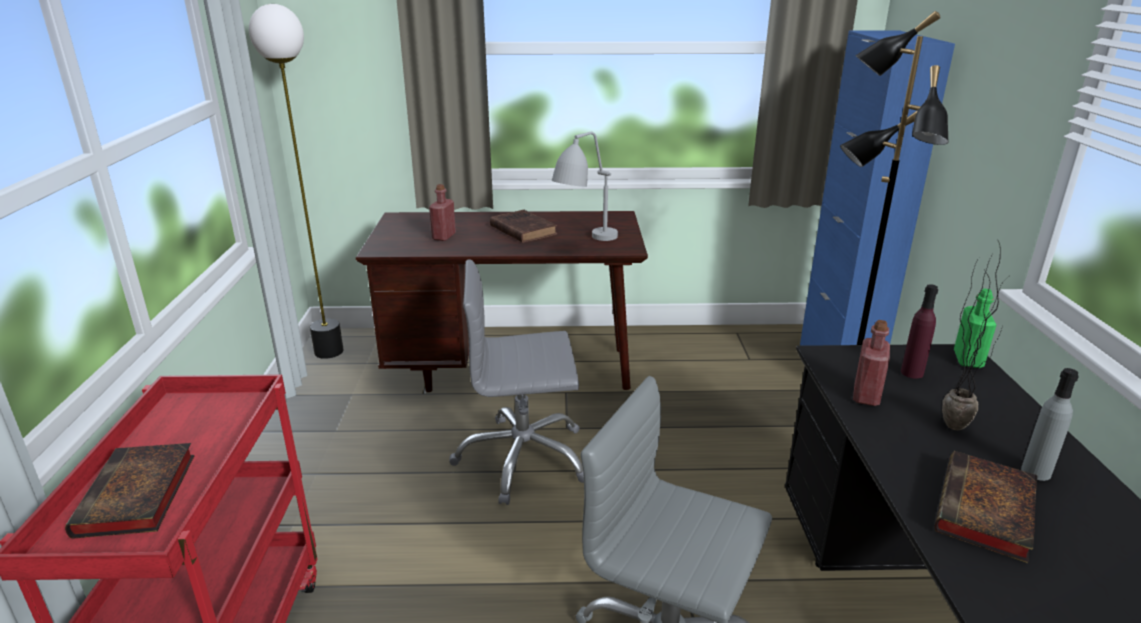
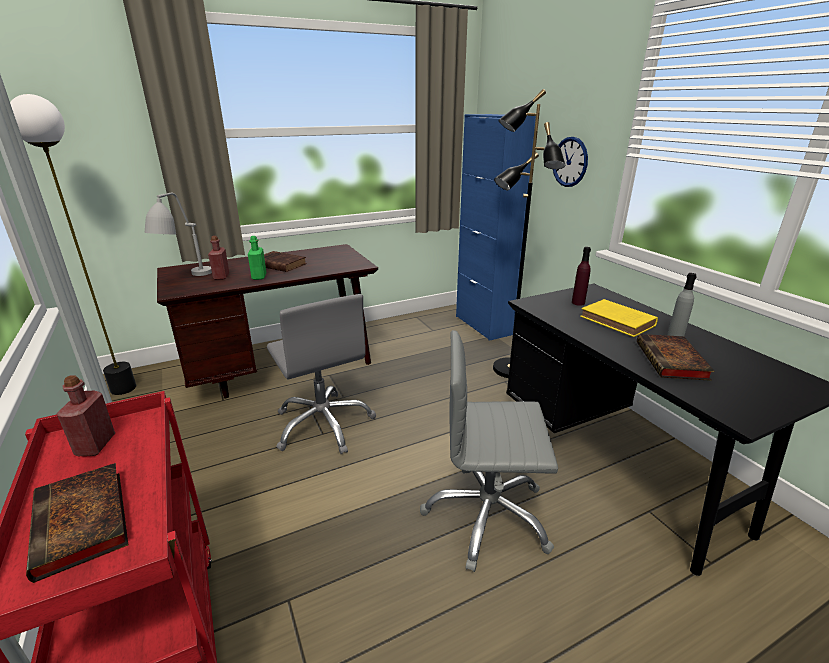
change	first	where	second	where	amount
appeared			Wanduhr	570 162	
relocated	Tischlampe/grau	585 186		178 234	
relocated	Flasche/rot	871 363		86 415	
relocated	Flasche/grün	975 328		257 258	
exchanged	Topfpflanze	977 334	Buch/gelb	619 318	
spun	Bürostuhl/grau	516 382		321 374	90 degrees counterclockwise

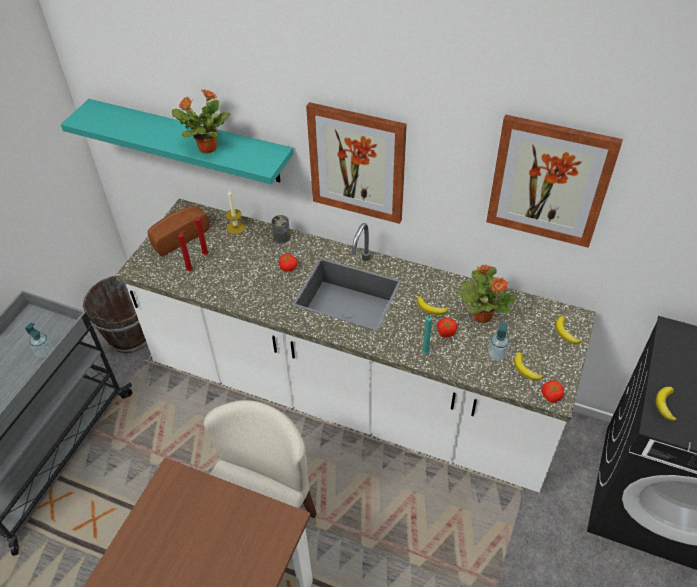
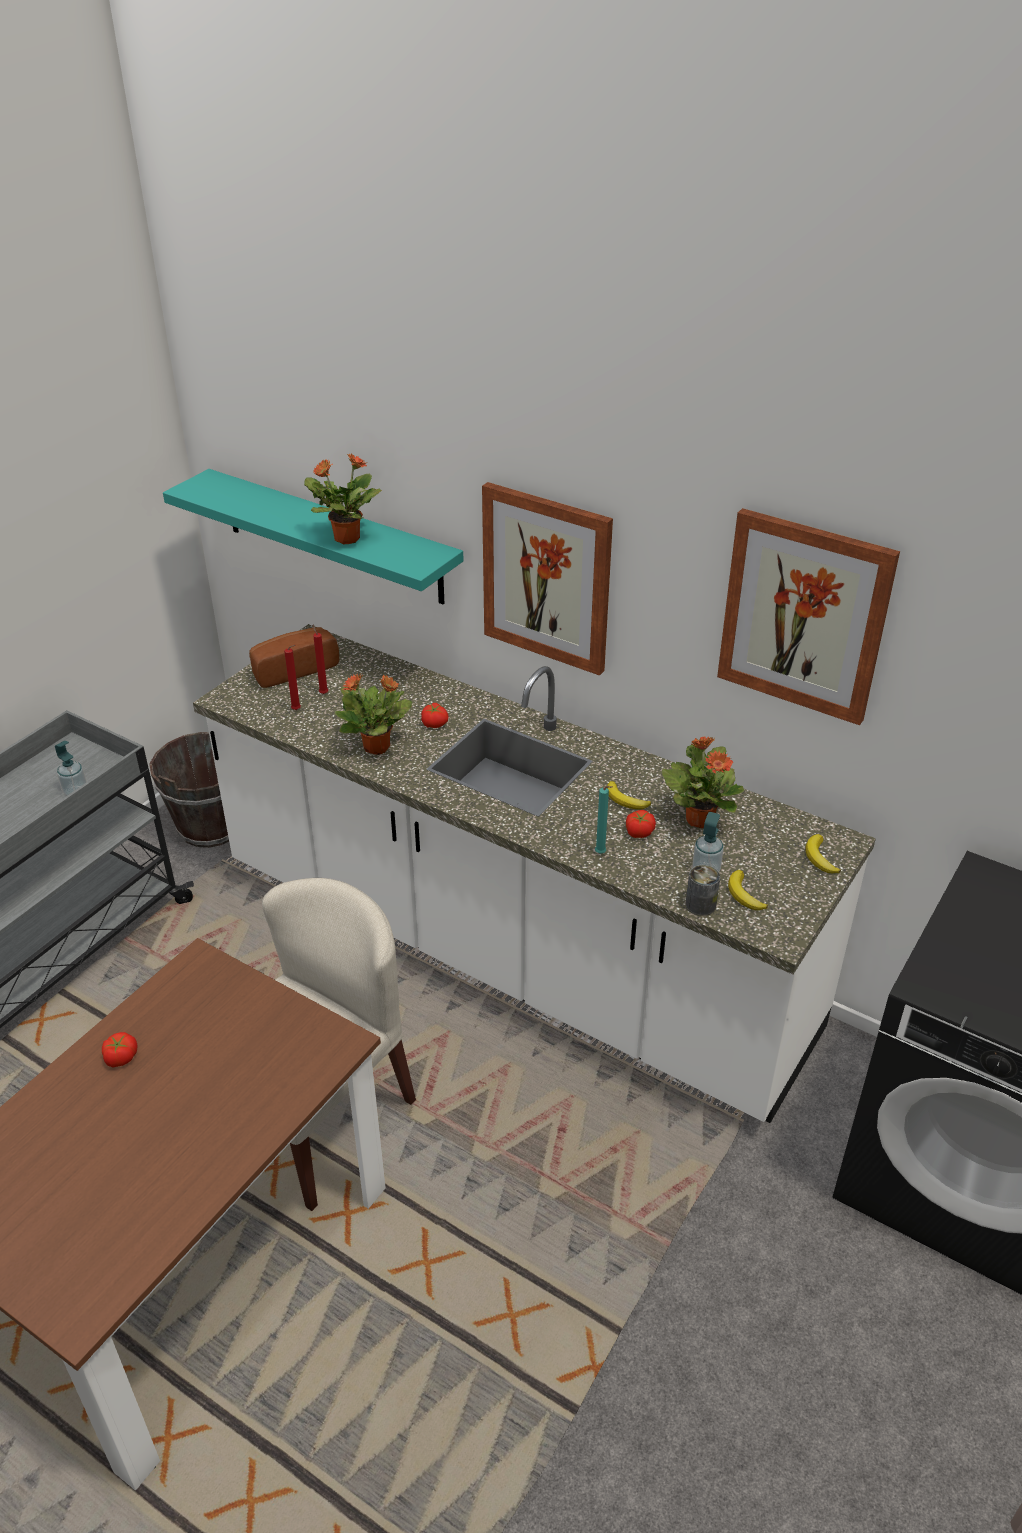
change	first	where	second	where	amount
missing	Kerze	235 212			
missing	Banane	666 404			
appeared			Topfpflanze	373 714	
relocated	Dose	280 229		703 890	
relocated	Tomate	552 391		119 1049	

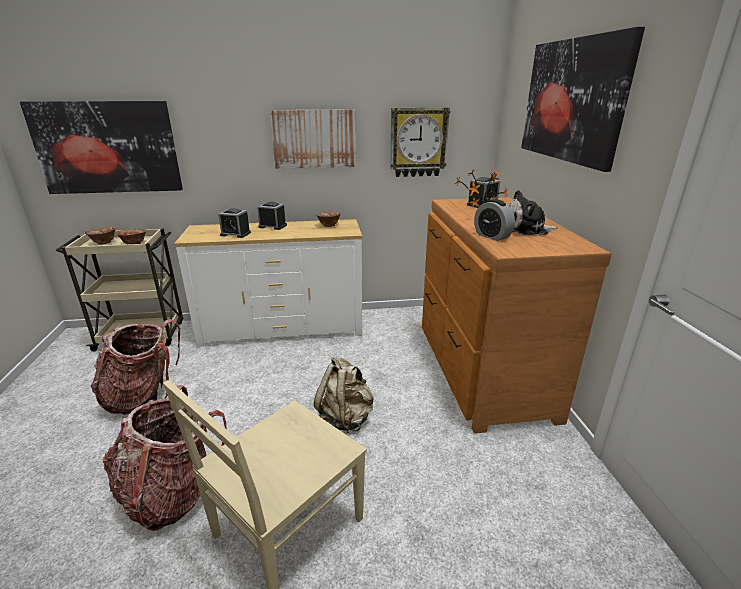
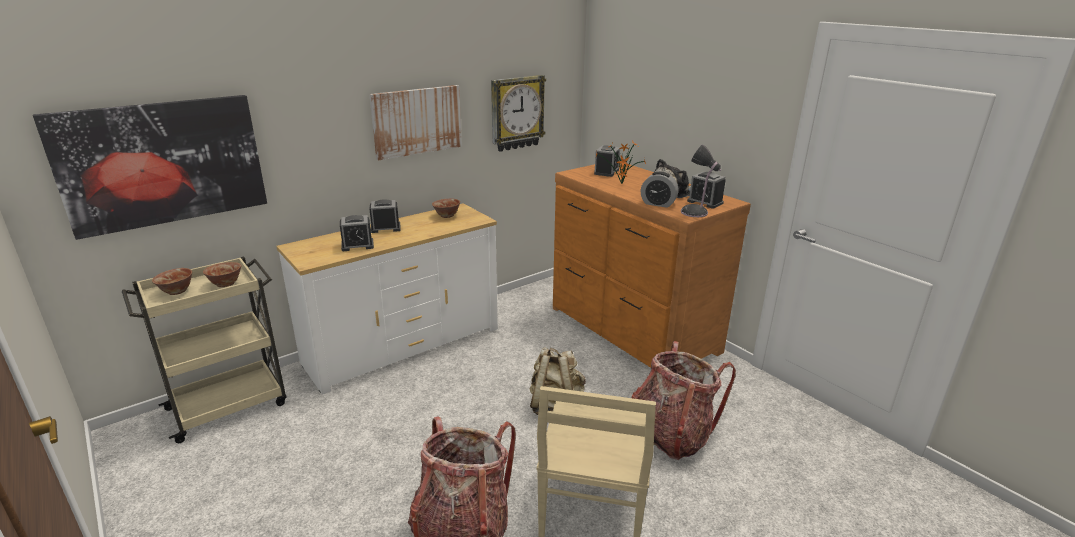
change	first	where	second	where	amount
missing	Bild	583 99			
appeared			Tischlampe	701 180	
appeared			Wecker	706 190	
relocated	Rucksack	135 367		684 400	

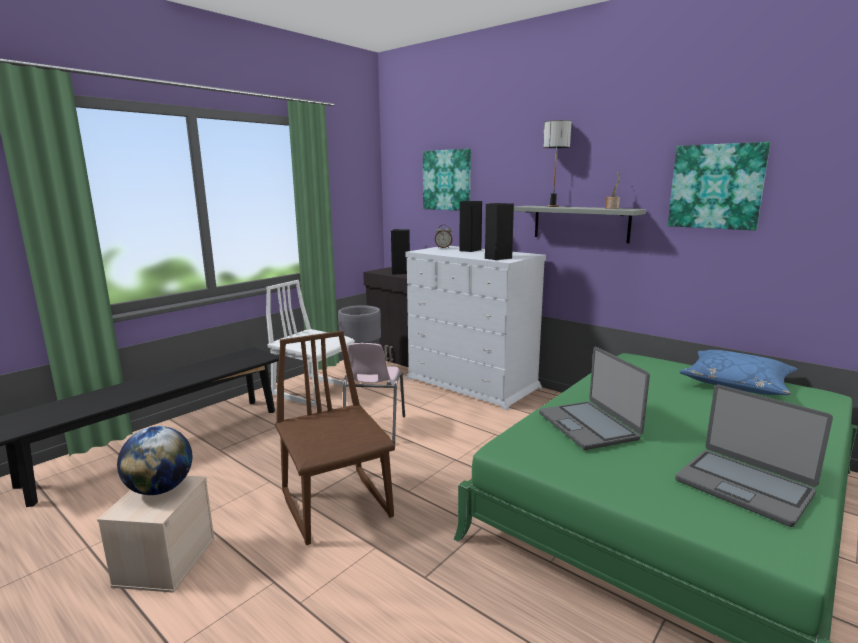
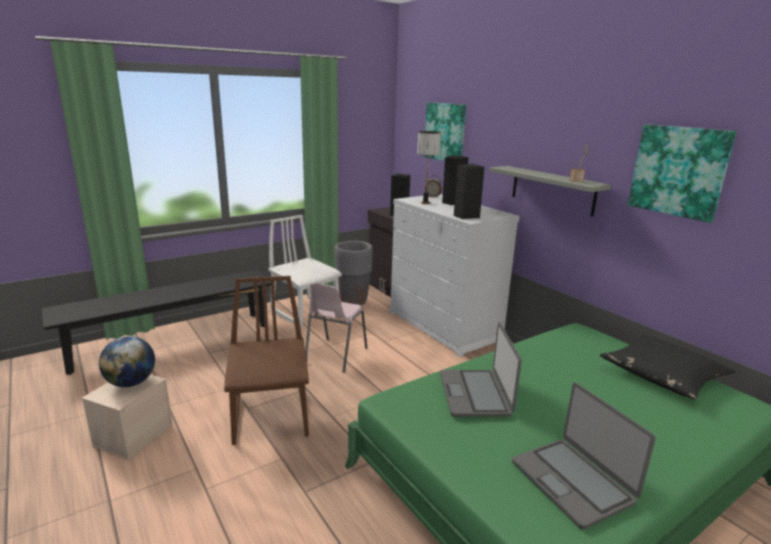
change	first	where	second	where	amount
relocated	Tischlampe	557 163		429 167	
colour	Kissen/blau	738 372	Kissen/schwarz	667 367	

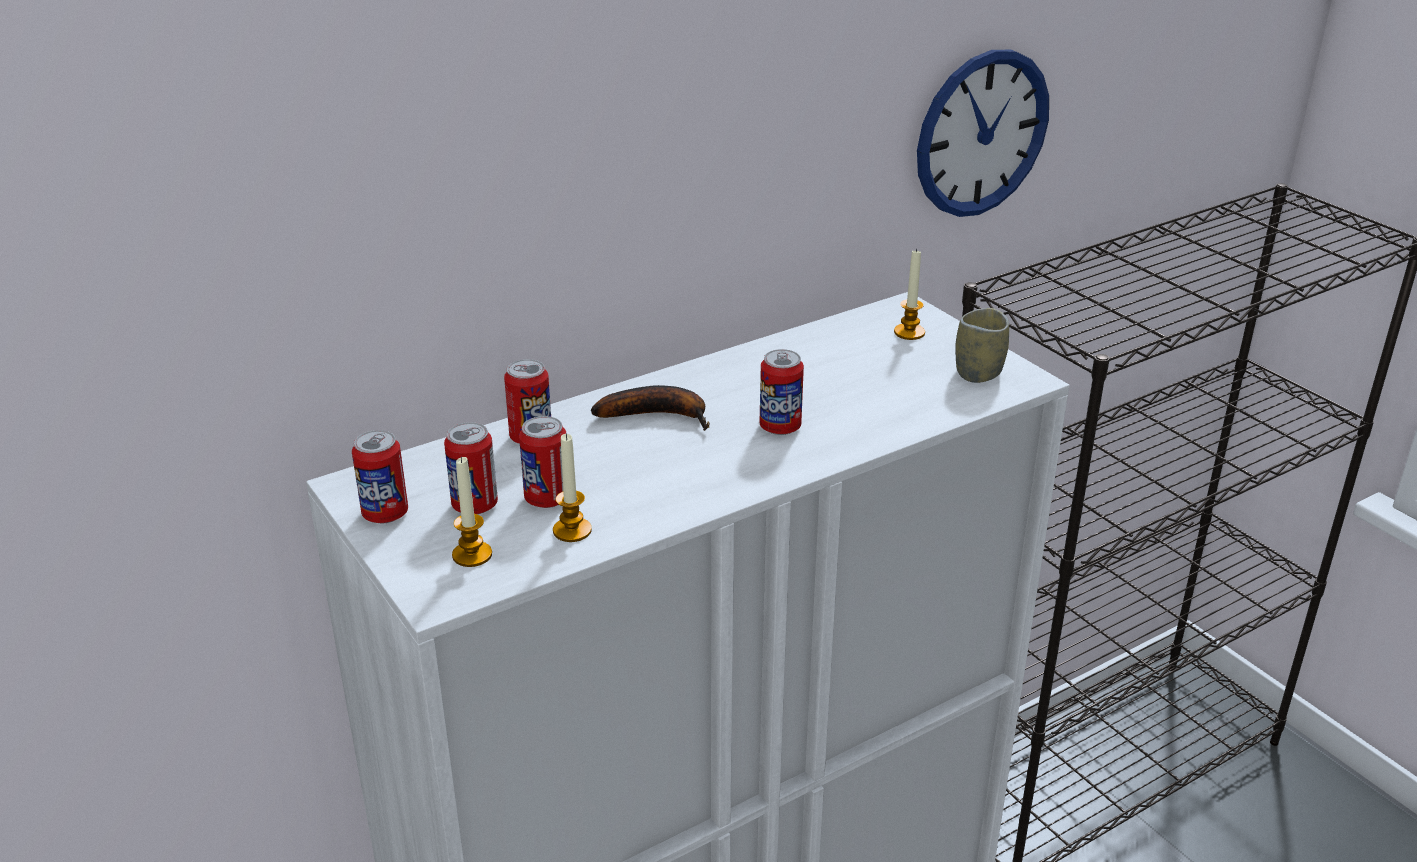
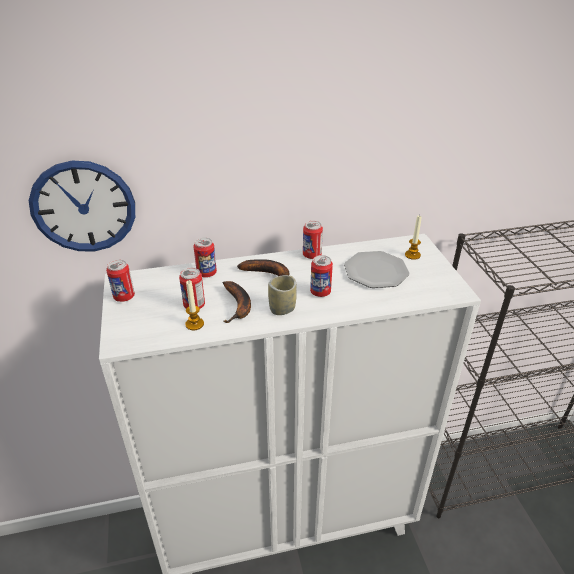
change	first	where	second	where	amount
missing	Kerze	472 511			
appeared			Banane	237 302	
appeared			Teller	377 269	
relocated	Dose	471 468		313 240	
relocated	Wanduhr	983 133		82 206	
relocated	Tasse	982 345		282 295	

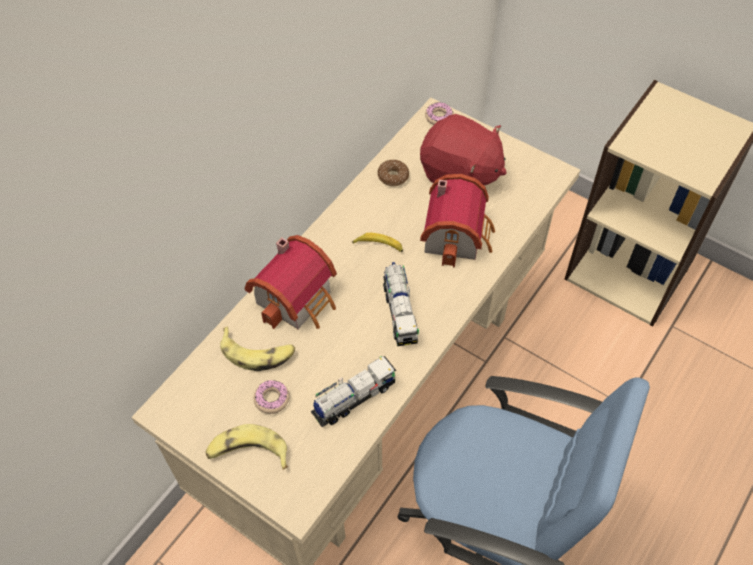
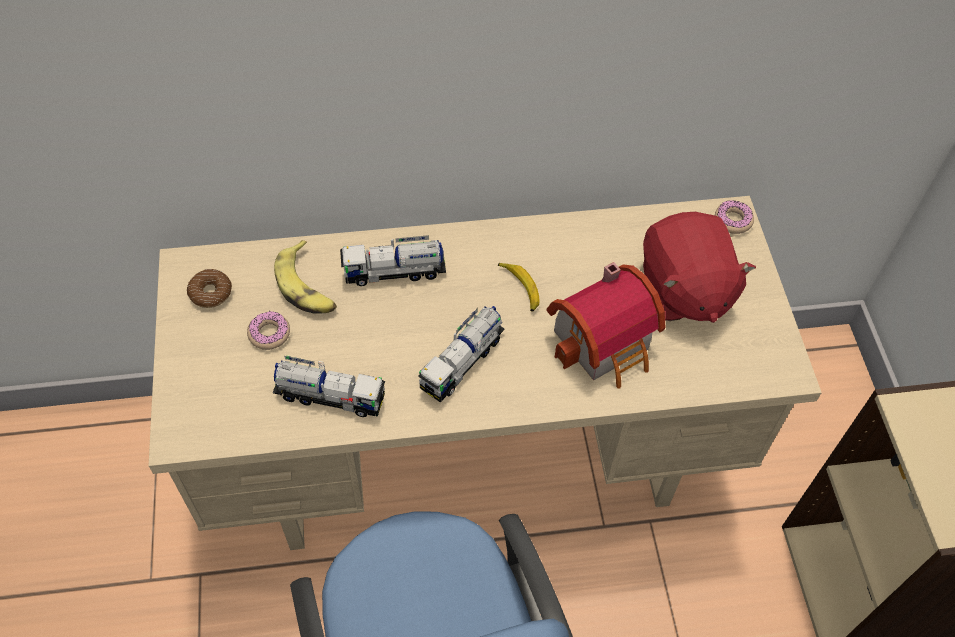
change	first	where	second	where	amount
missing	Banane	247 447			
relocated	Donut	393 173		209 288	
exchanged	Spielzeughaus	290 282	Spielzeuglaster	393 260	

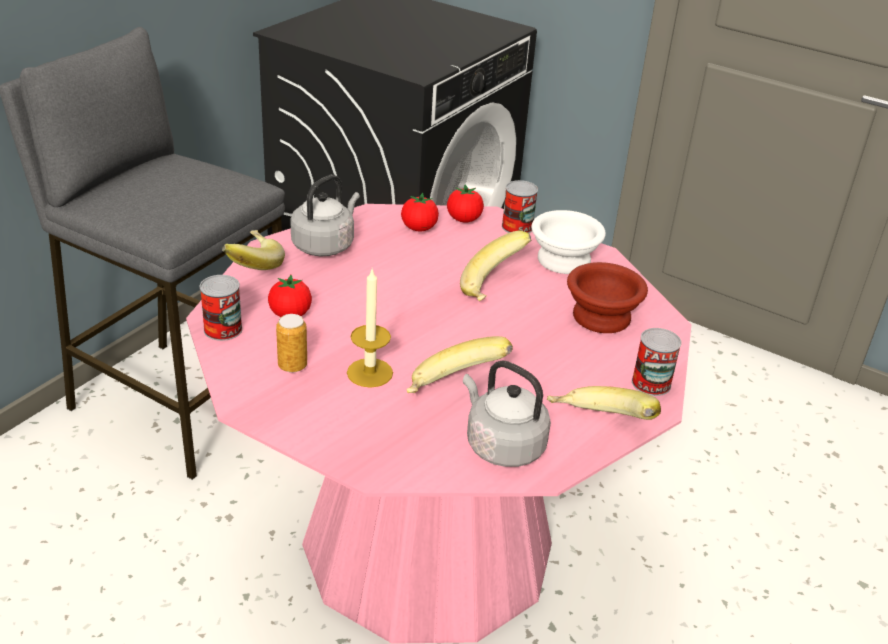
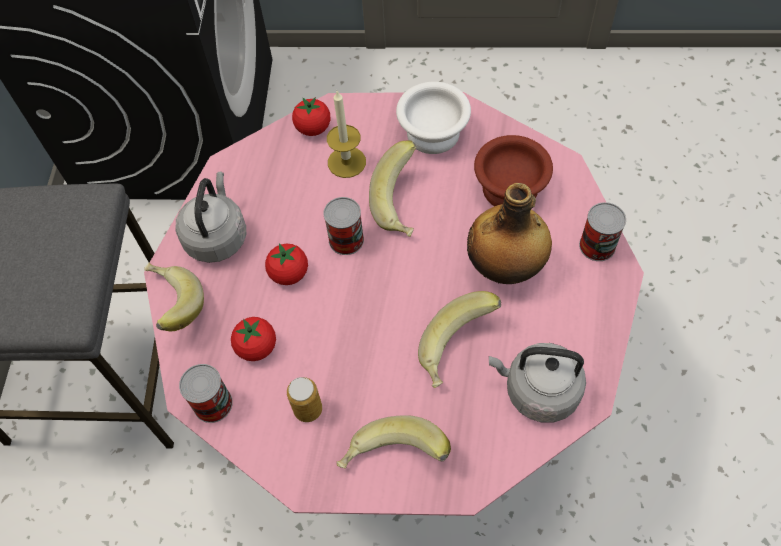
change	first	where	second	where	amount
appeared			Flasche	509 233	
relocated	Kerze	370 328		346 134	
relocated	Tomate	420 212		286 264	
relocated	Dose	520 206		343 226	
relocated	Banane	604 403		393 442	

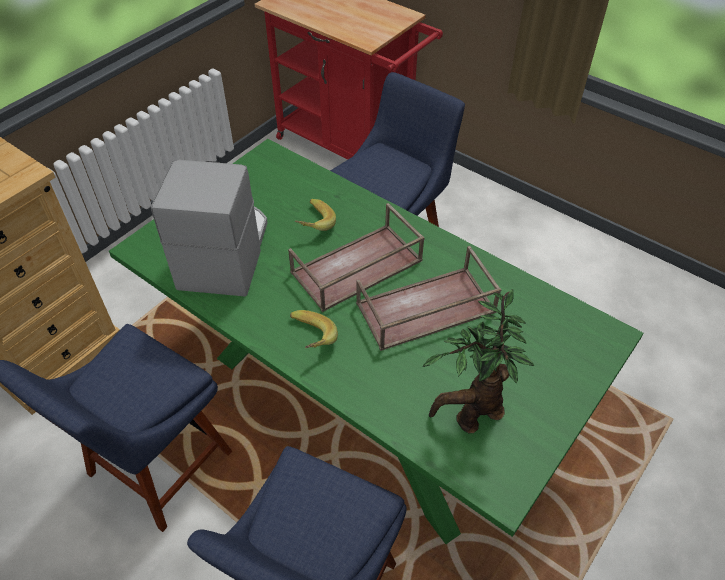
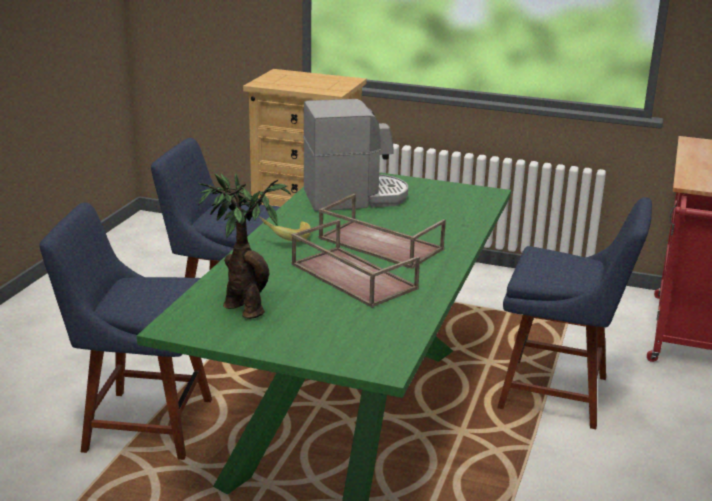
change	first	where	second	where	amount
missing	Banane	315 215			

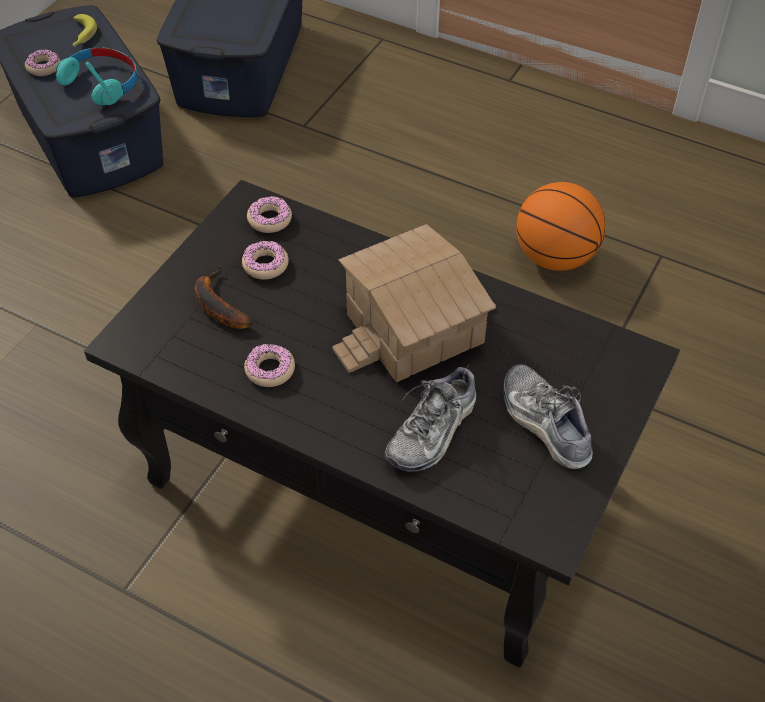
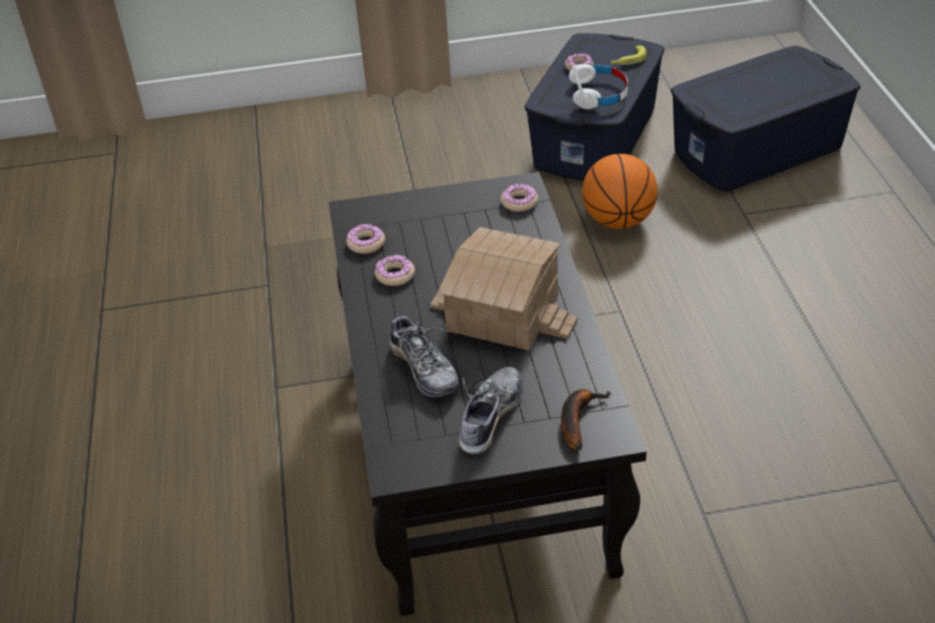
change	first	where	second	where	amount
relocated	Banane	224 297		586 419	
relocated	Donut	265 260		365 239	
relocated	Basketball	561 226		620 191	
colour	Kopfhörer/türkis	96 76	Kopfhörer/weiß	598 86	
spun	Schuh	430 417		424 354	120 degrees counterclockwise

